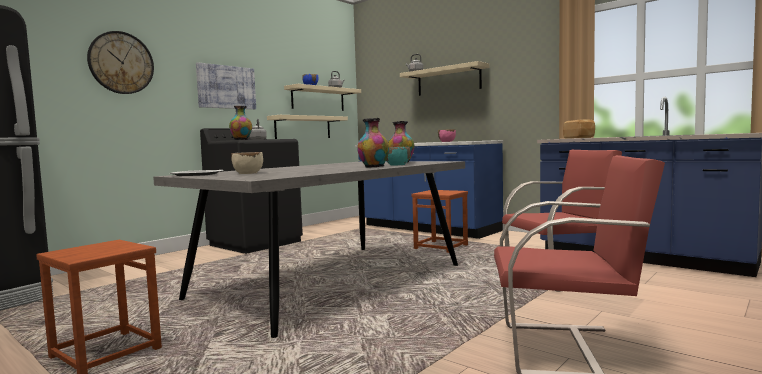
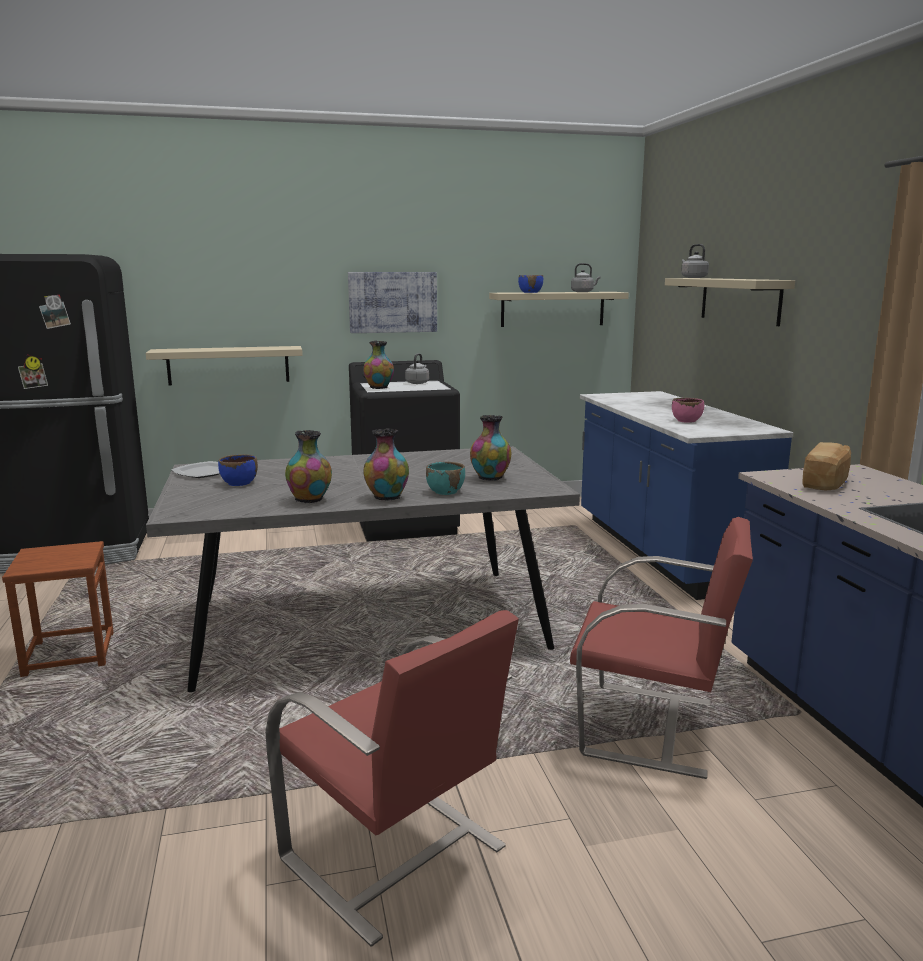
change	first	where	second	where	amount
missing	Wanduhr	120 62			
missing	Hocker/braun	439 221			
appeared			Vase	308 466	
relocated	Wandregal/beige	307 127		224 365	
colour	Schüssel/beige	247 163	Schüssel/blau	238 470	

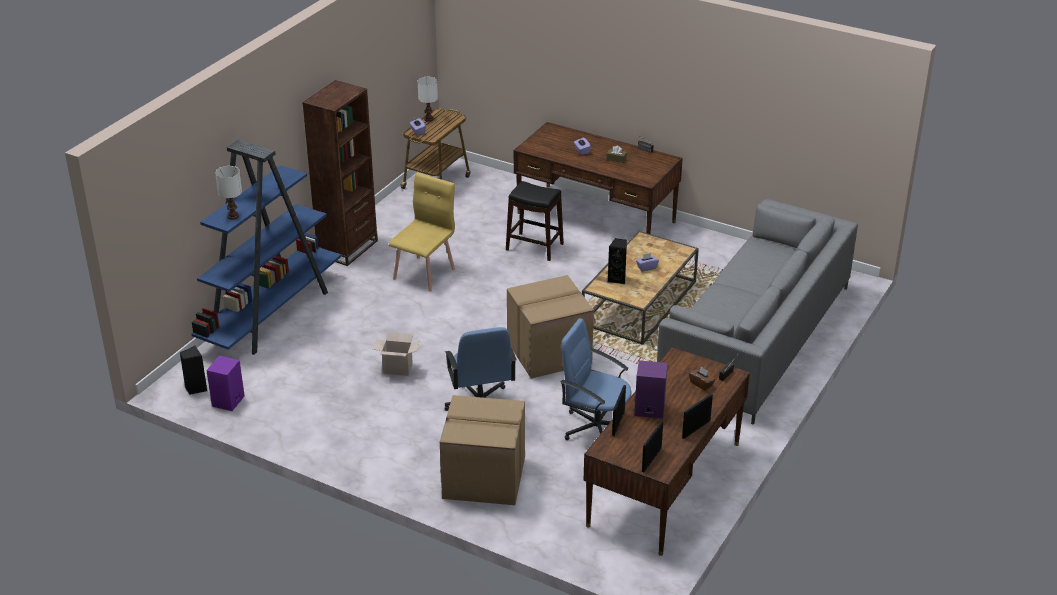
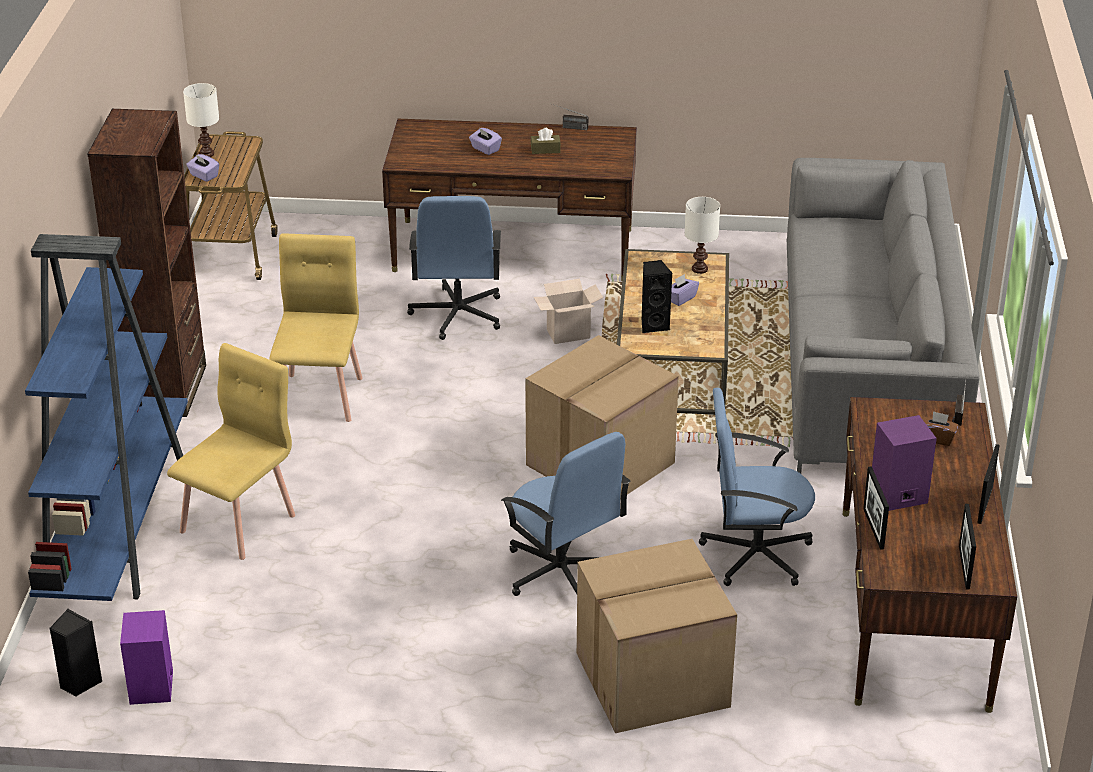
change	first	where	second	where	amount
appeared			Stuhl/gelb	231 451	
relocated	Tischlampe/weiß	228 193		702 235	
relocated	Karton	396 354		568 311	
exchanged	Hocker/schwarz	535 221	Bürostuhl/blau	454 268	

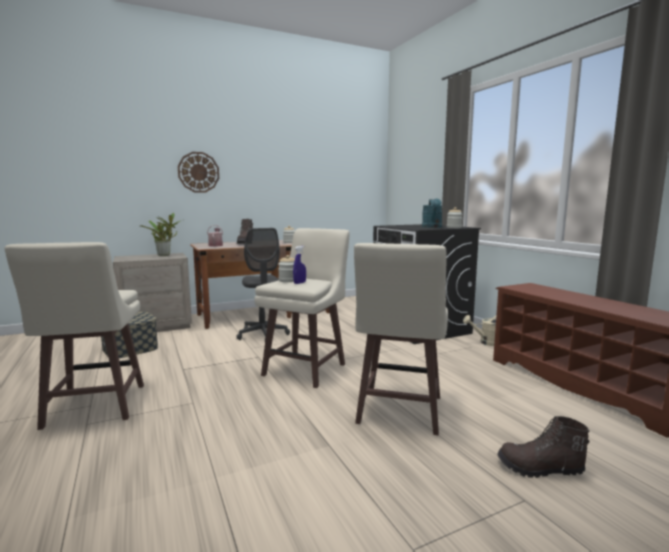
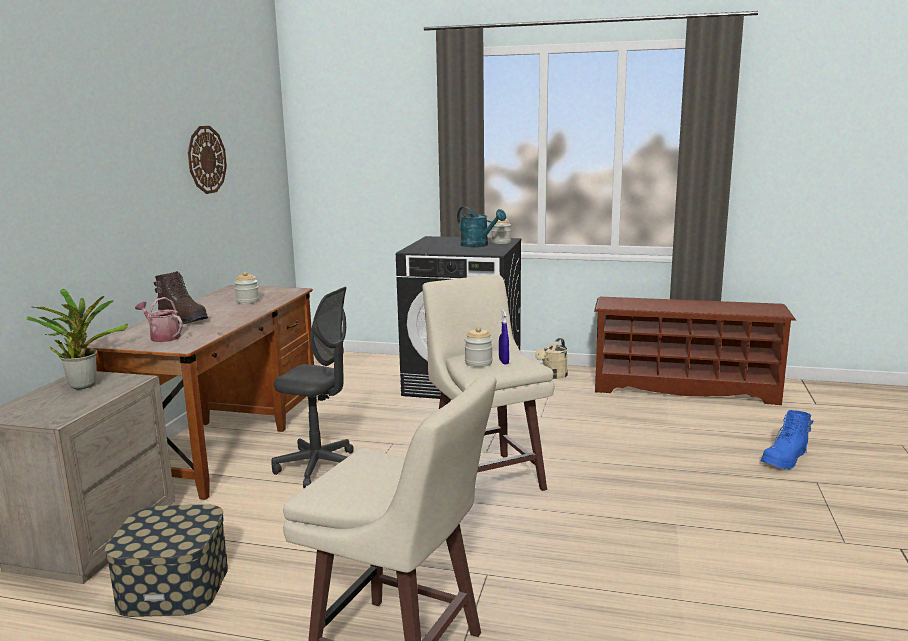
change	first	where	second	where	amount
missing	Hocker/beige	401 339			
relocated	Wanduhr	198 172		207 160	
colour	Stiefel/braun	543 447	Stiefel/blau	787 439	

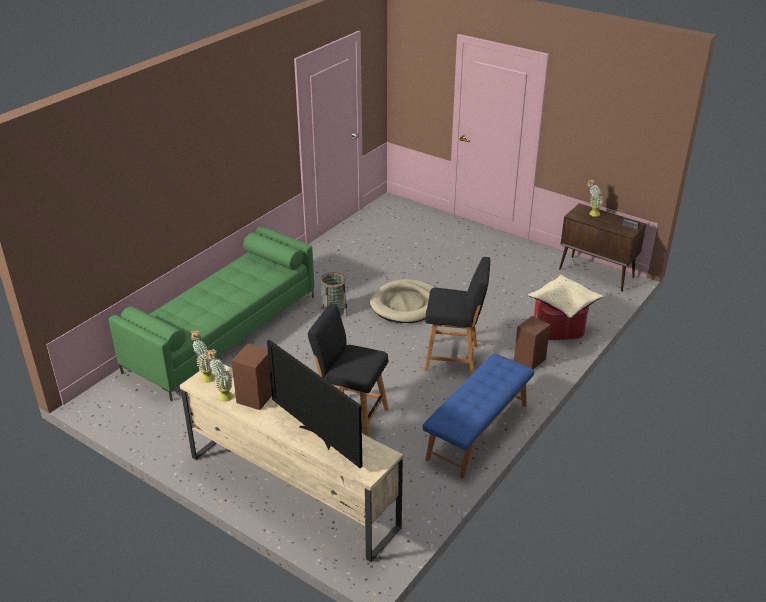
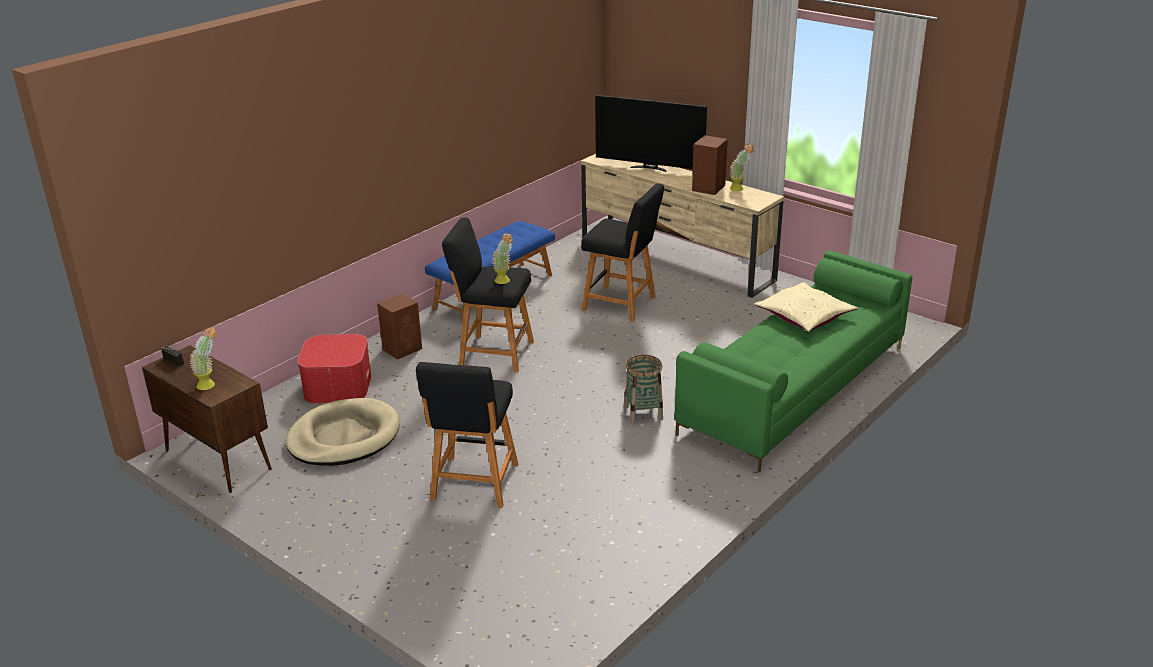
change	first	where	second	where	amount
appeared			Hocker/schwarz	467 435	
relocated	Topfpflanze	202 356		502 258	
relocated	Hundebett/beige	402 301		343 432	
relocated	Kissen/beige	566 296		806 307	
spun	Fernseher	314 404		651 133	150 degrees clockwise

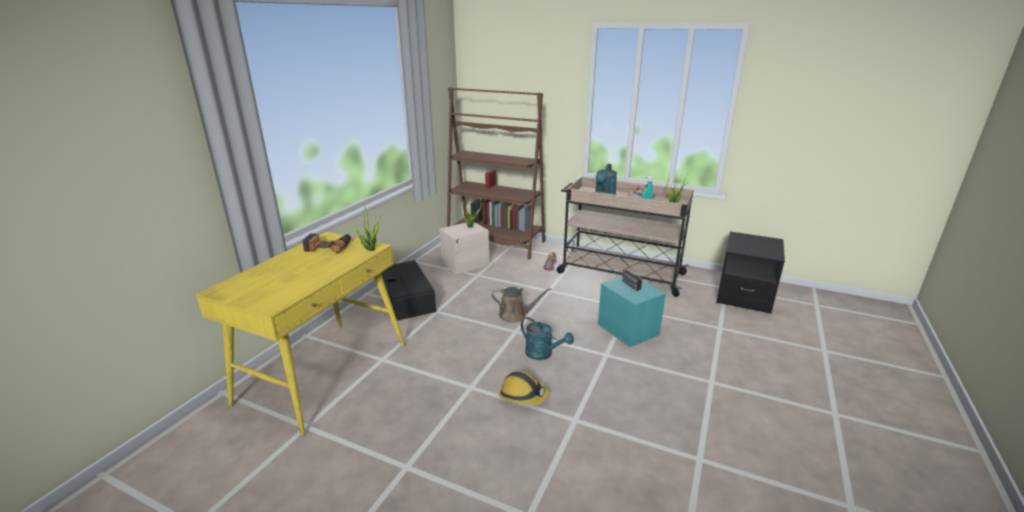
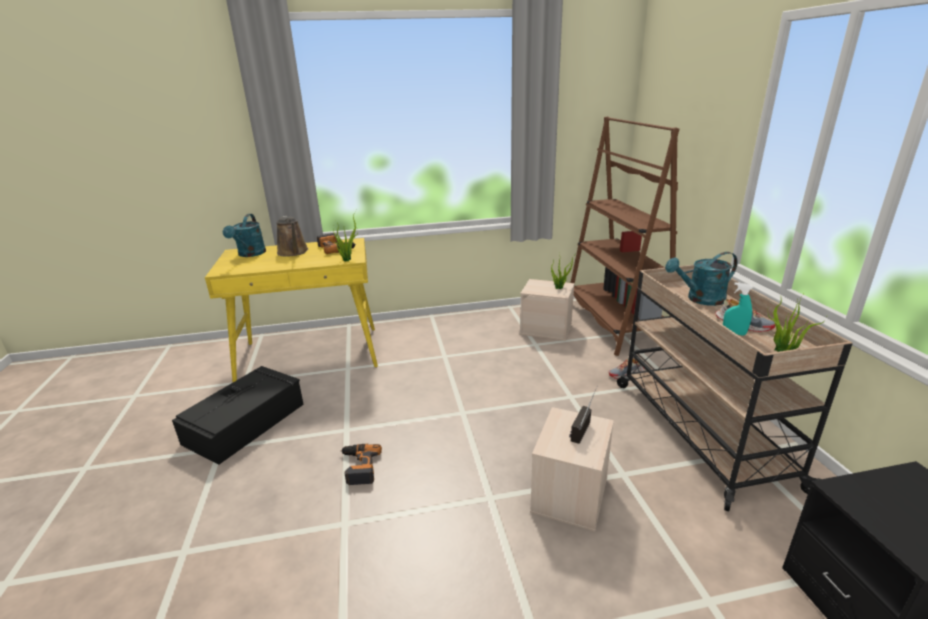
change	first	where	second	where	amount
relocated	Aufbewahrungsbox/schwarz	408 290		238 415	
relocated	Gießkanne/braun	522 305		292 236	
relocated	Gießkanne/türkis	547 338		244 235	
exchanged	Schutzhelm	524 388	Bohrmaschine	361 464	
colour	Aufbewahrungsbox/türkis	631 311	Aufbewahrungsbox/beige	572 469	

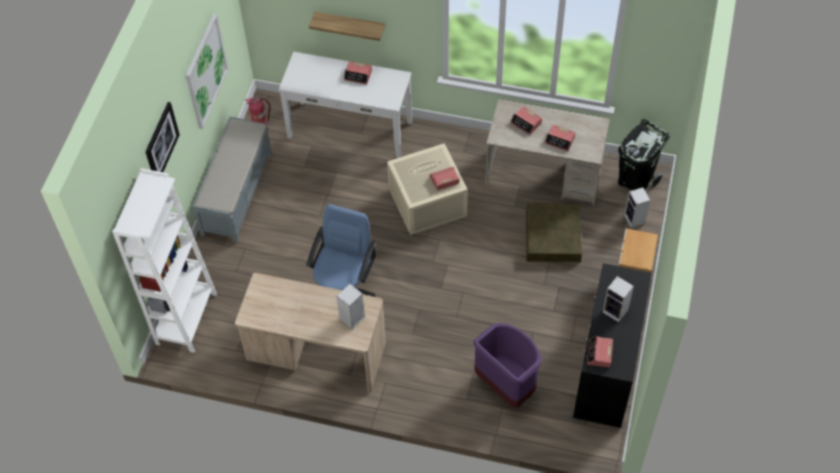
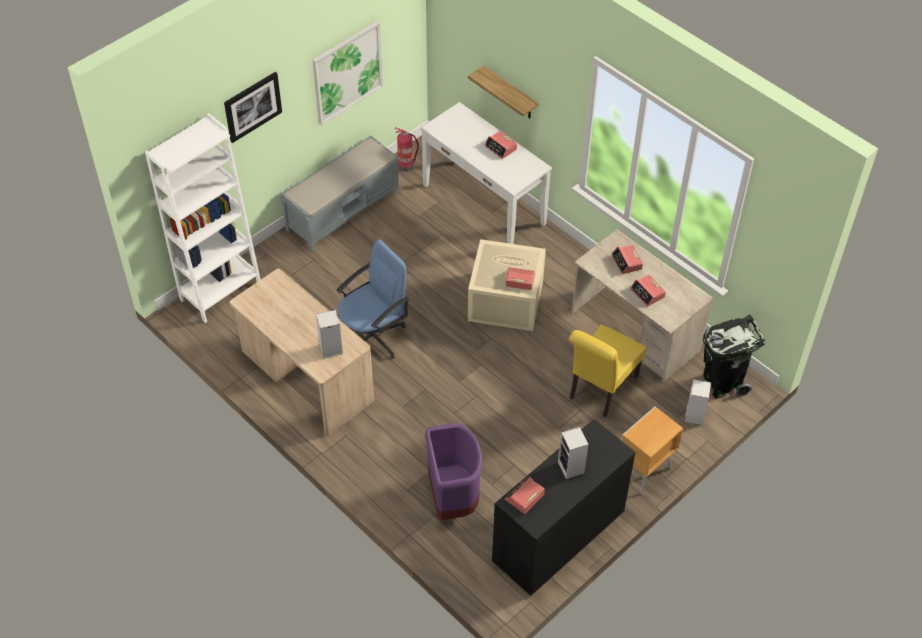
change	first	where	second	where	amount
exchanged	Aufbewahrungsbox/braun	554 233	Stuhl/gelb	608 371	

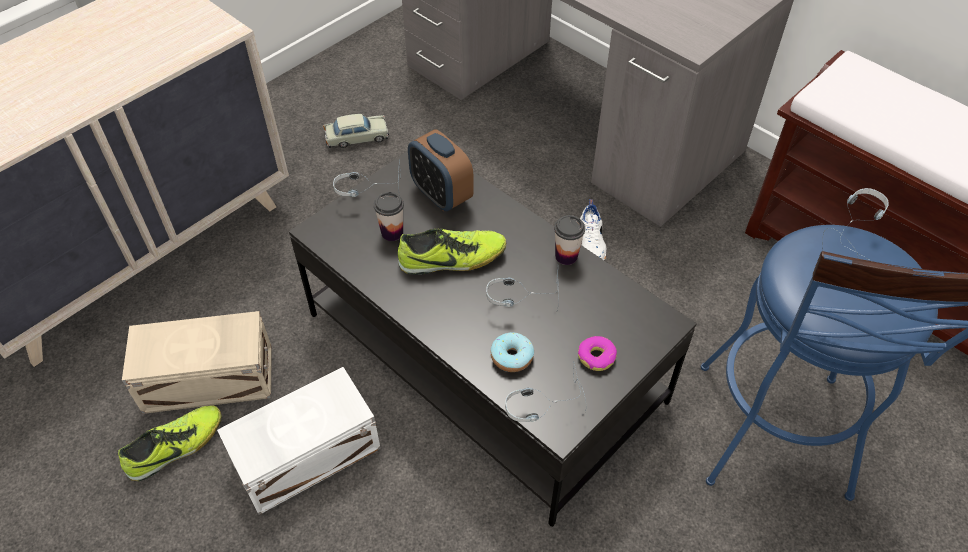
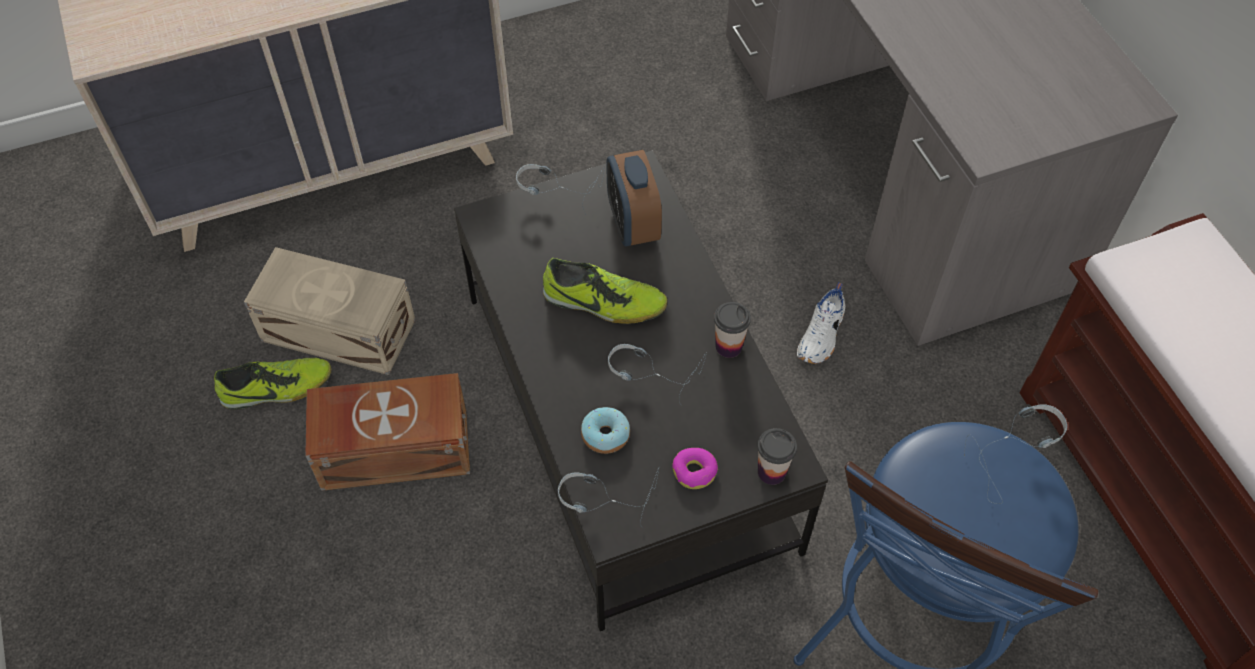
change	first	where	second	where	amount
missing	Spielzeugauto/beige	356 131			
relocated	Tasse	389 216		777 456	
colour	Aufbewahrungsbox/weiß	299 441	Aufbewahrungsbox/braun	387 432	

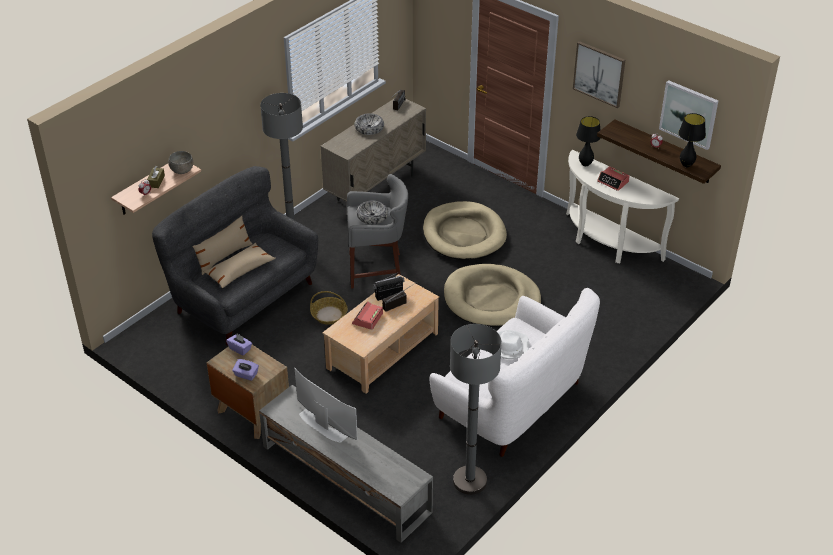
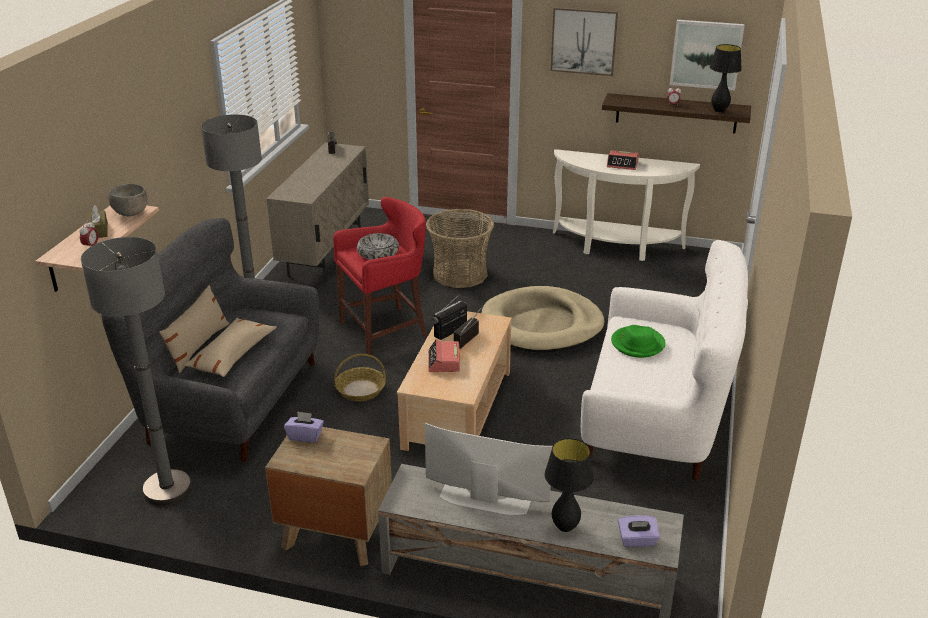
change	first	where	second	where	amount
missing	Schüssel	369 124			
relocated	Taschentuchbox/lila	245 370		639 531	
relocated	Stehlampe/grau	476 409		136 371	
relocated	Tischlampe/schwarz	588 141		569 485	
exchanged	Hundebett/beige	465 230	Korb	460 248	
colour	Hocker/grau	377 231	Hocker/rot	380 276	
colour	Hut/weiß	513 344	Hut/grün	638 341	

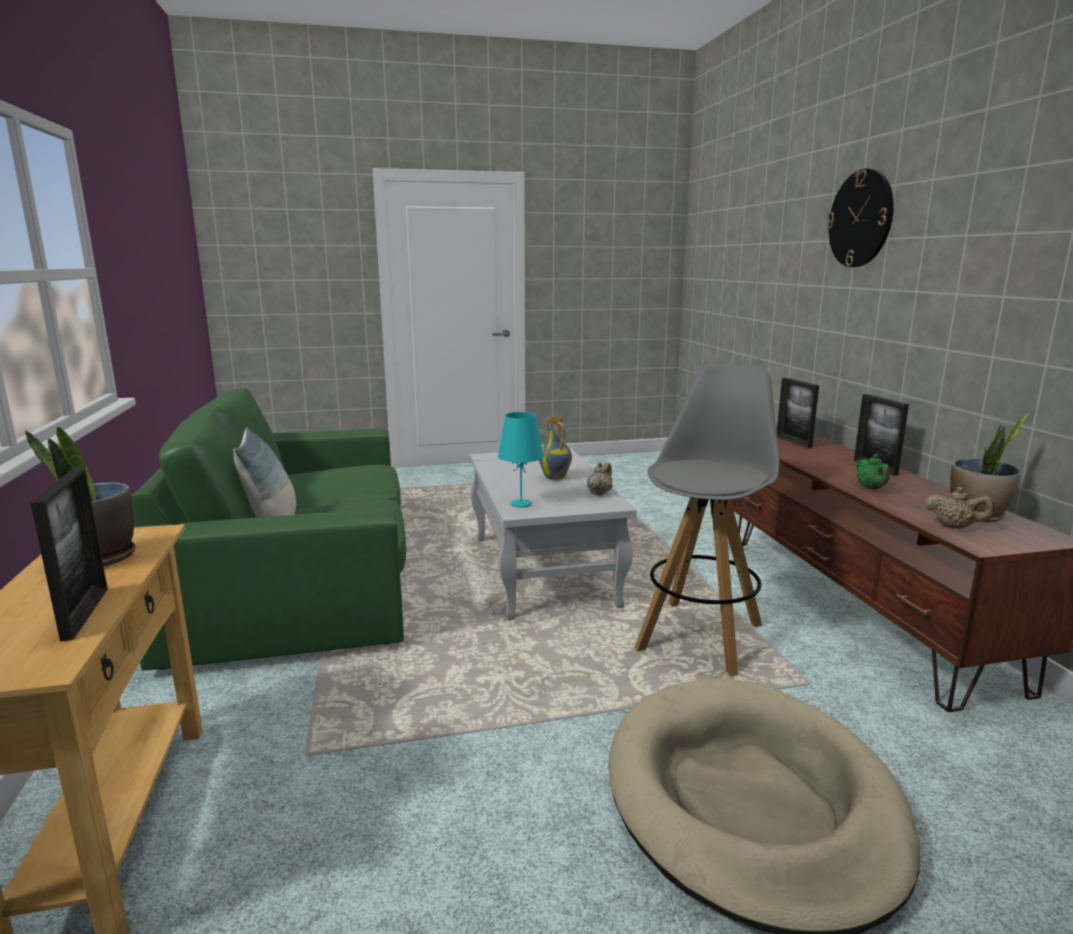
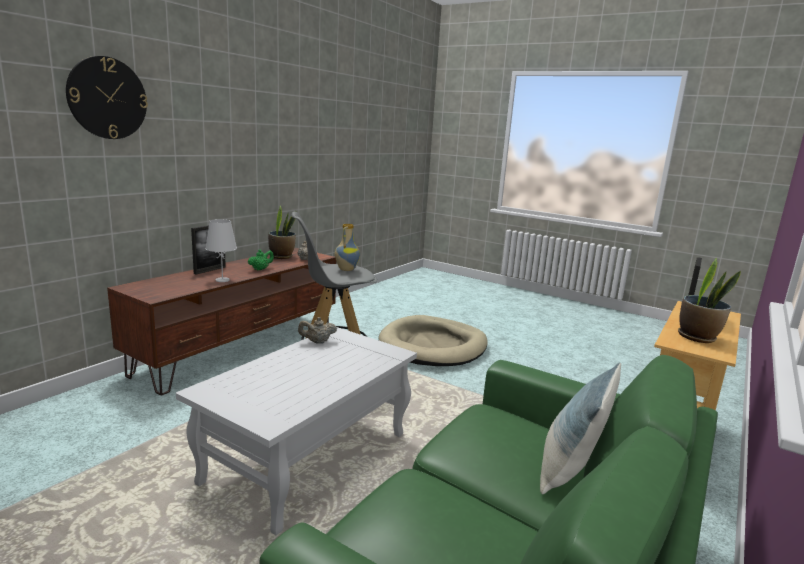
change	first	where	second	where	amount
missing	Tischlampe/türkis	521 460			
missing	Bilderrahmen	798 413			
appeared			Tischlampe/weiß	221 250	
relocated	Vase	555 448		347 247	

